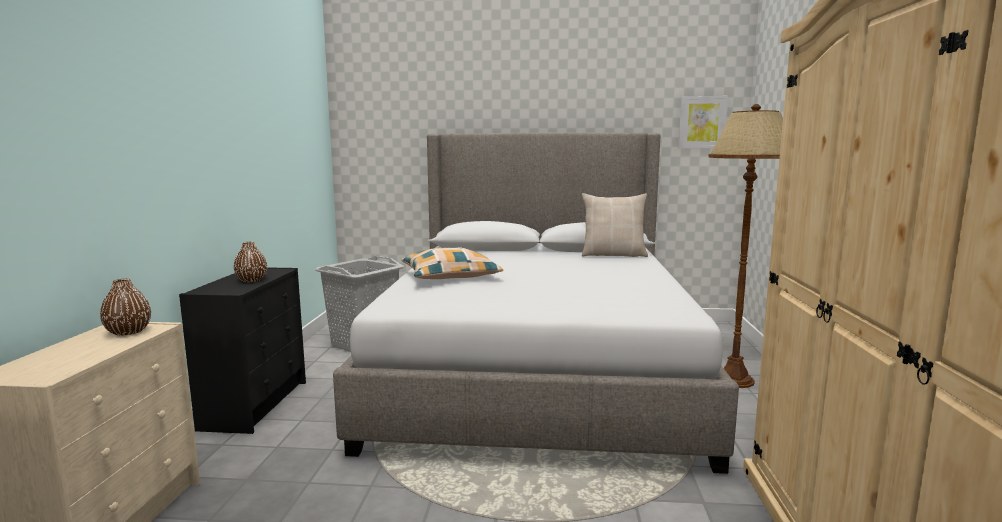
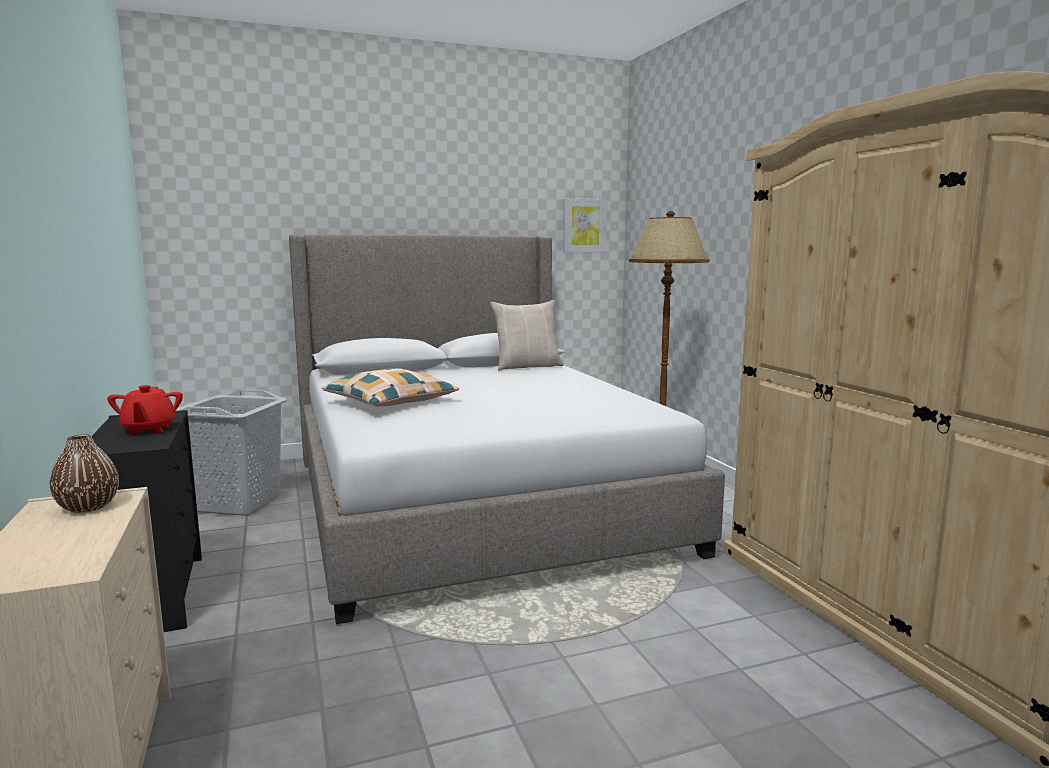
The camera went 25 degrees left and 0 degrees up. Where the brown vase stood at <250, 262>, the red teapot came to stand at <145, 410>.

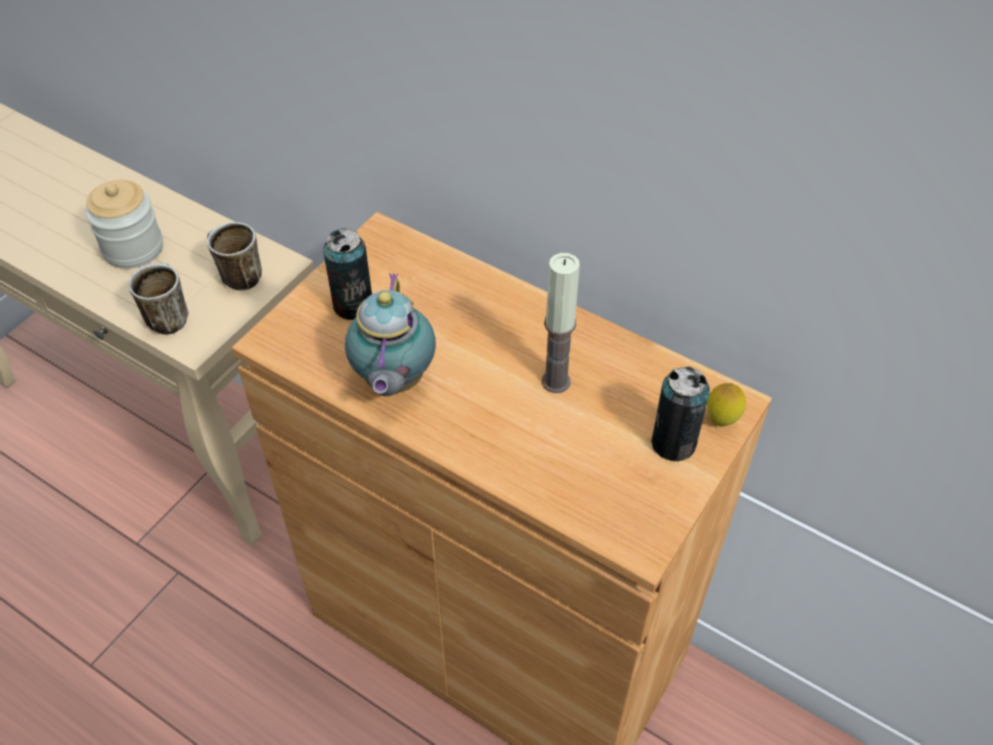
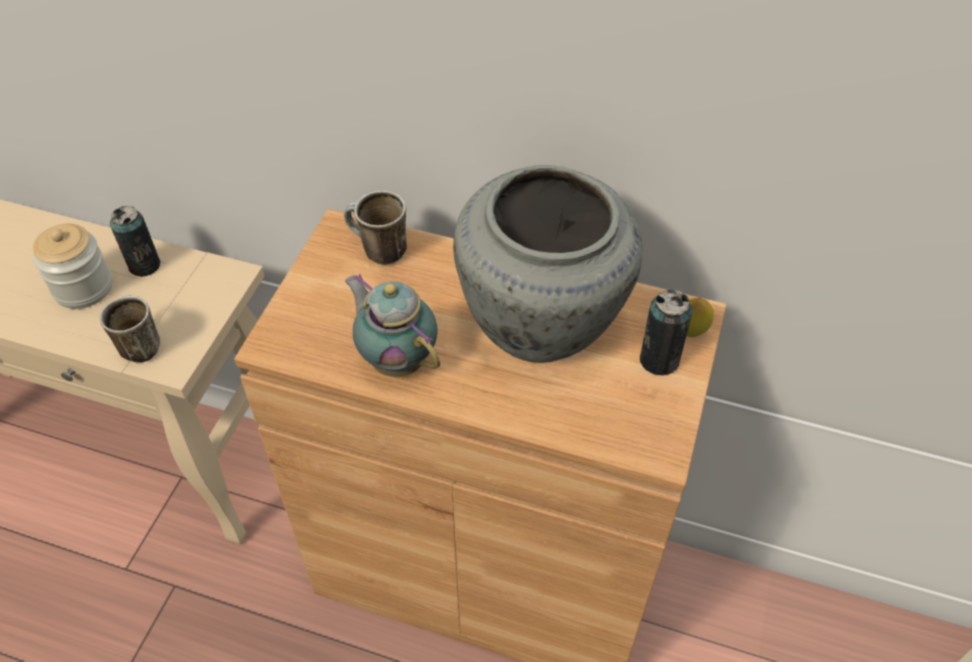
The camera went 15 degrees left and 0 degrees up. The can ended up elsewhere, having gone from <347, 274> to <135, 241>. The mug ended up elsewhere, having gone from <234, 256> to <375, 227>. The teapot at <390, 334> ended up facing another way, 150 degrees clockwise from before. Where the candle stood at <561, 323>, the grey vase came to stand at <548, 264>.

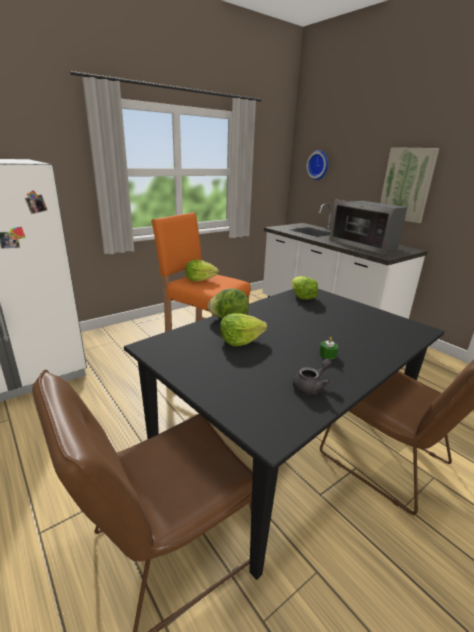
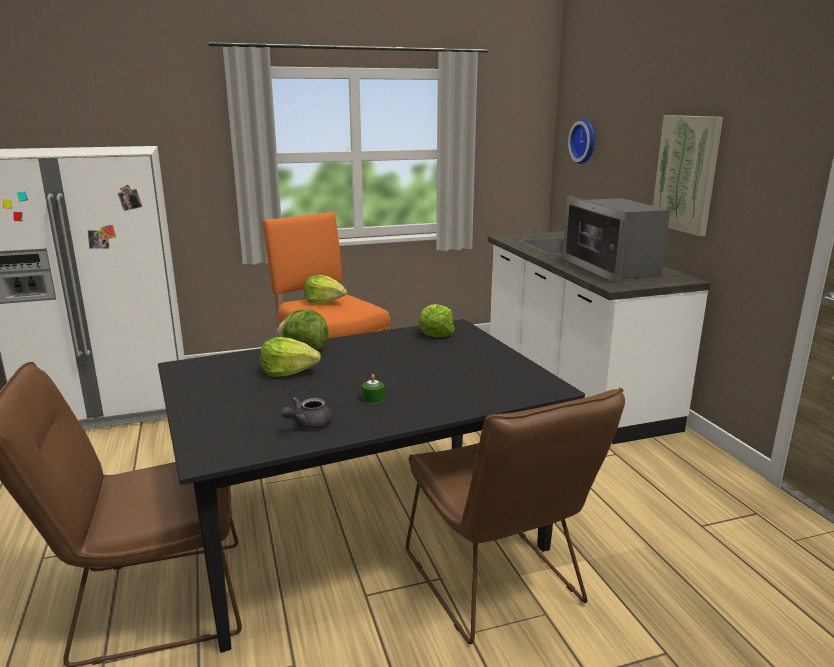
The camera went 20 degrees right and 5 degrees down. The grey teapot at <312, 377> ended up facing another way, 150 degrees clockwise from before.

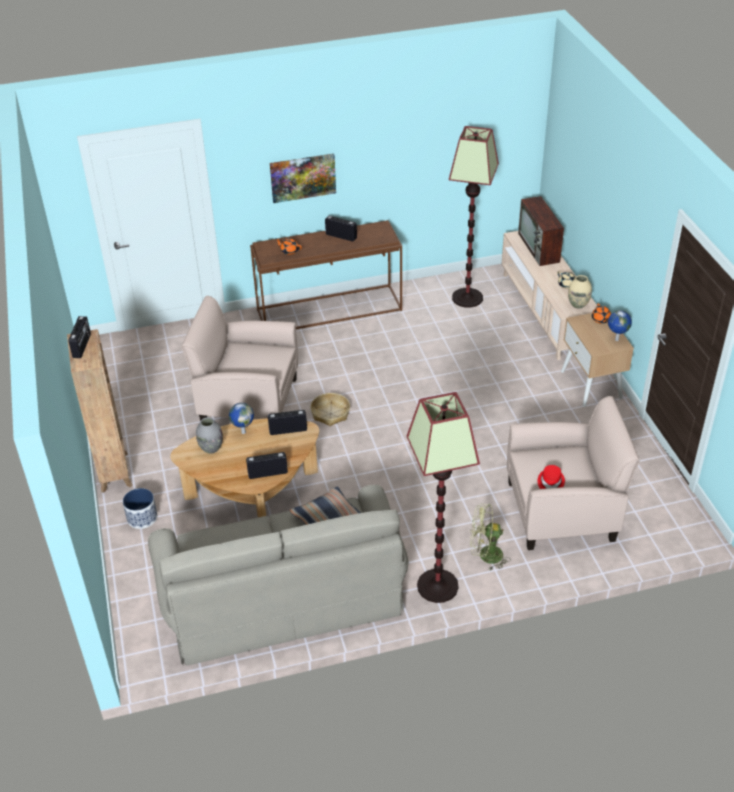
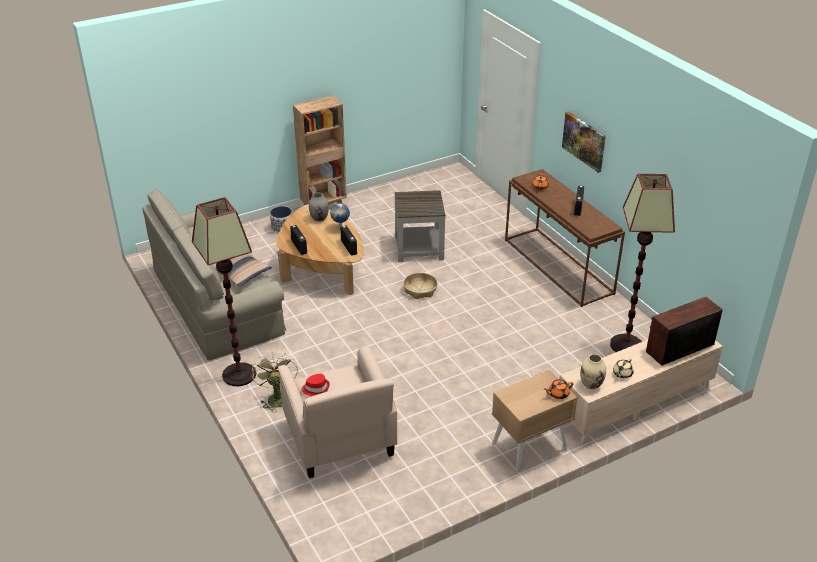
The camera went 75 degrees right and 5 degrees down. Where the beige armchair stood at <239, 358>, the grey side table came to stand at <420, 226>. The second view lost the radio at <80, 337>. The second view lost the globe at <620, 325>.

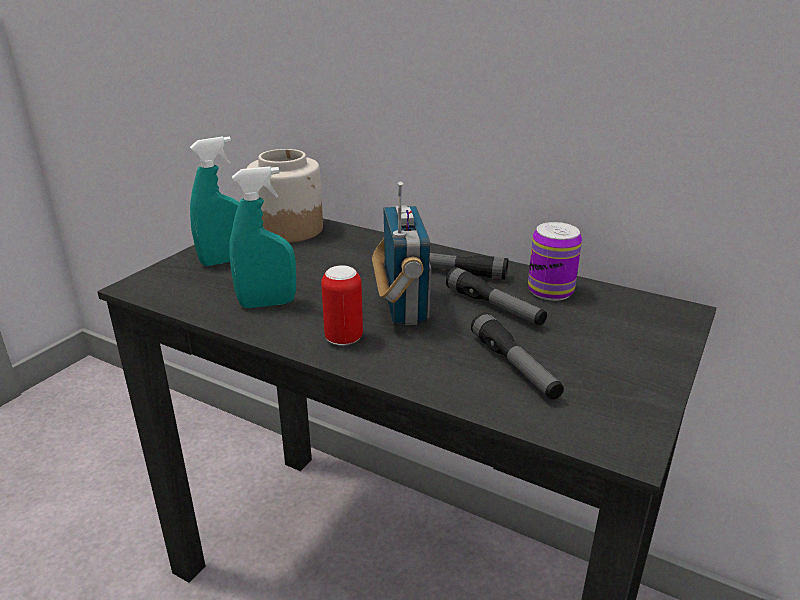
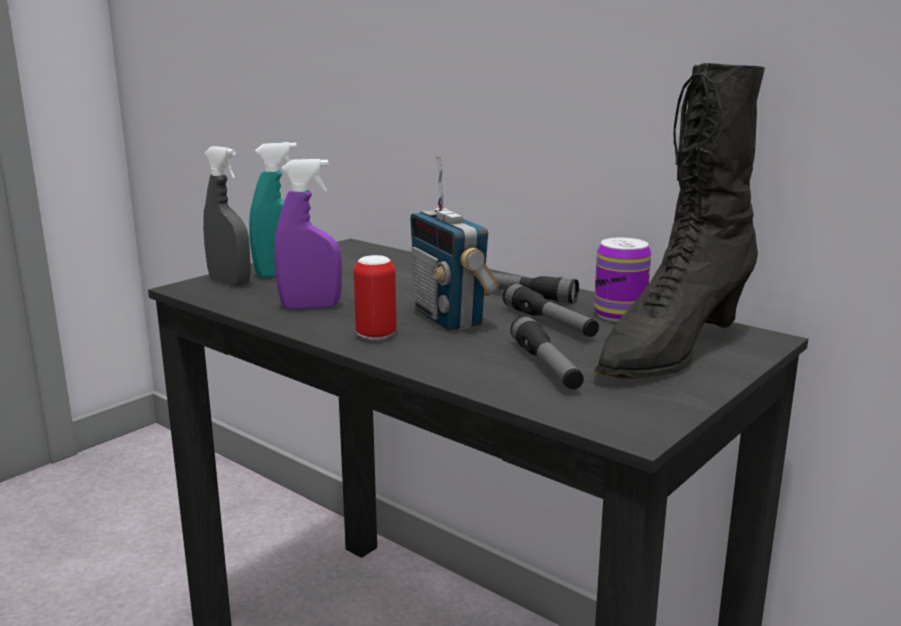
The camera went 10 degrees right and 10 degrees down. The second view gained the grey spray bottle at <227, 216>. What was the turquoise spray bottle at <262, 237> turned into the purple spray bottle at <308, 234>. The radio at <401, 253> ended up facing another way, 150 degrees clockwise from before. The second view gained the black boot at <679, 221>. The second view lost the jar at <285, 196>.

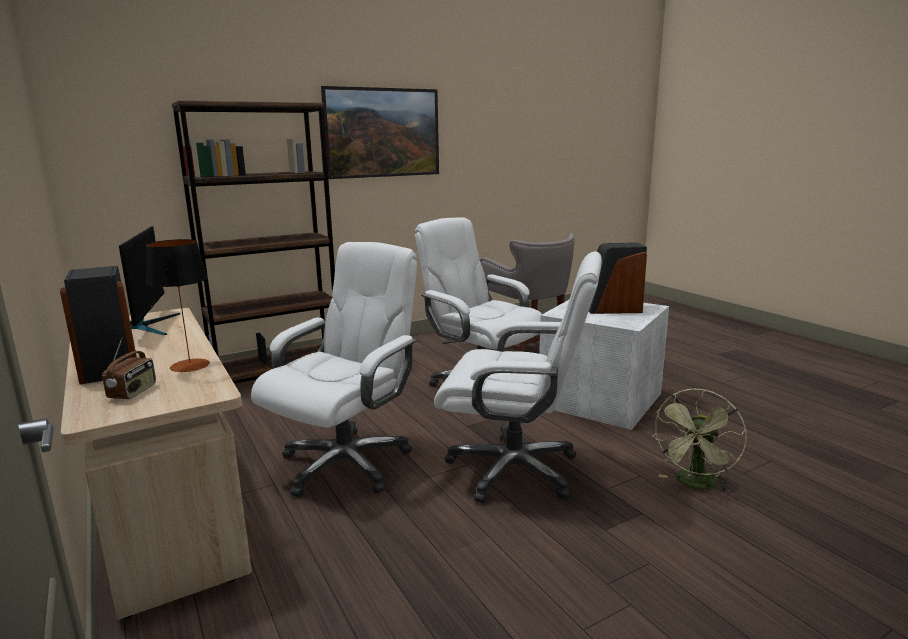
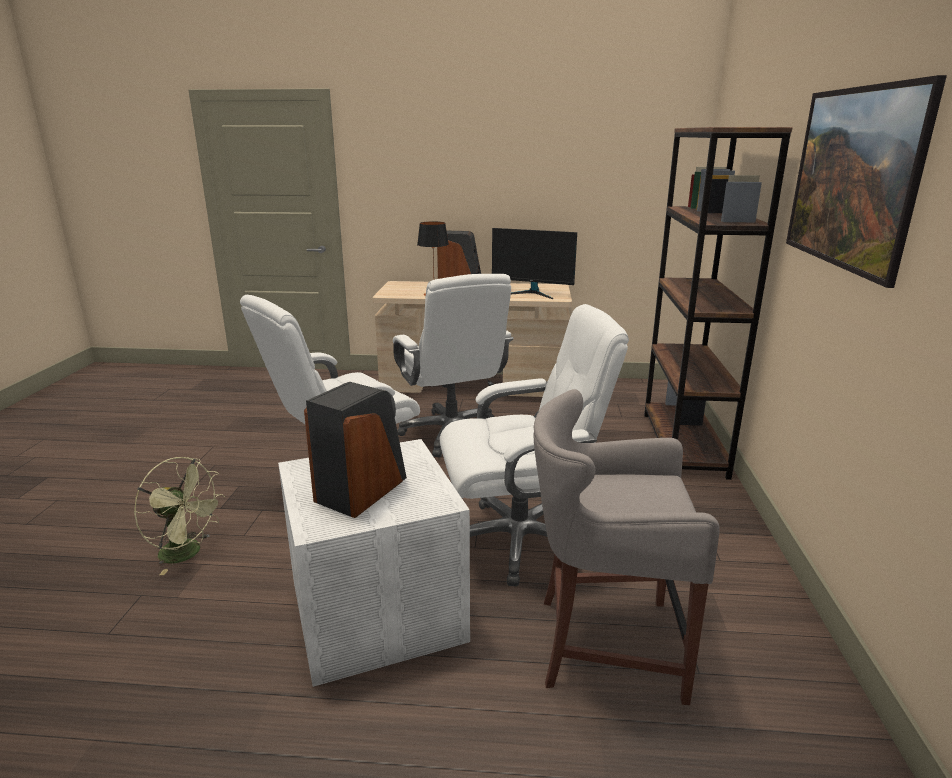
The camera went 125 degrees right and 5 degrees up. The green fan at <699, 441> ended up facing another way, 135 degrees clockwise from before. The second view lost the radio at <129, 369>.

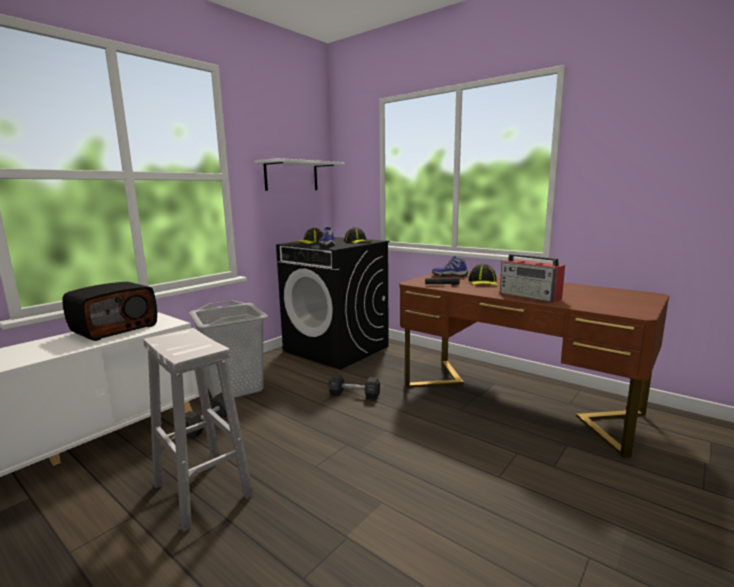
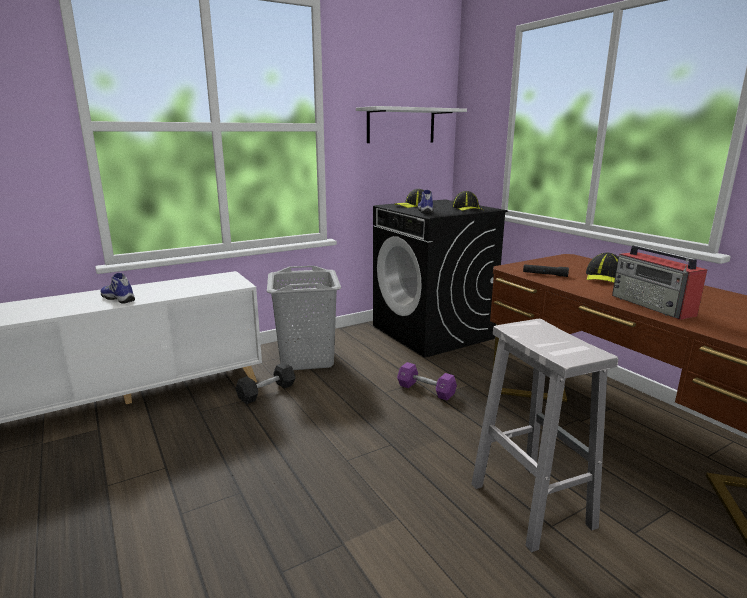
The camera went 20 degrees right and 5 degrees up. The shoe ended up elsewhere, having gone from <450, 266> to <117, 288>. What was the black dumbbell at <354, 387> turned into the purple dumbbell at <427, 381>. The white stool ended up elsewhere, having gone from <198, 430> to <544, 436>. The second view lost the radio at <109, 311>.

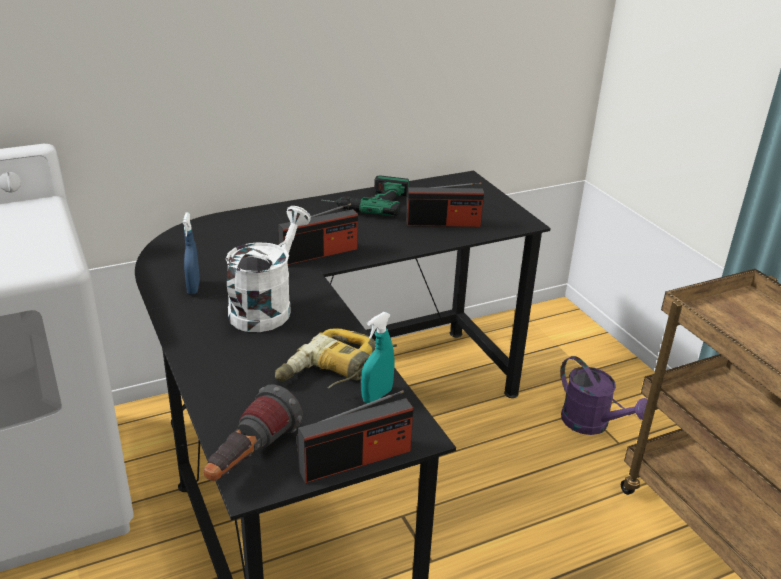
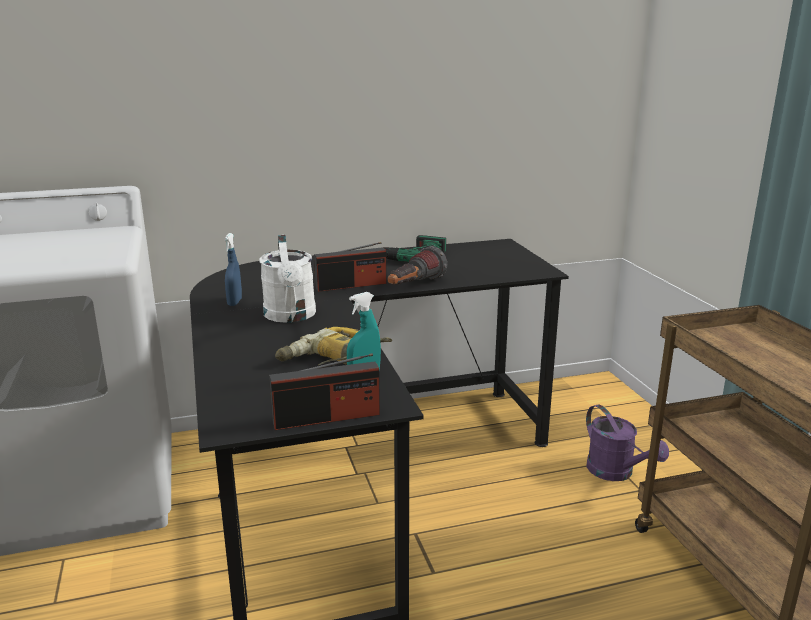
The camera went 10 degrees right and 10 degrees down. The white watering can at <268, 269> ended up facing another way, 135 degrees clockwise from before. The flashlight ended up elsewhere, having gone from <253, 432> to <417, 265>. The second view lost the radio at <445, 204>.

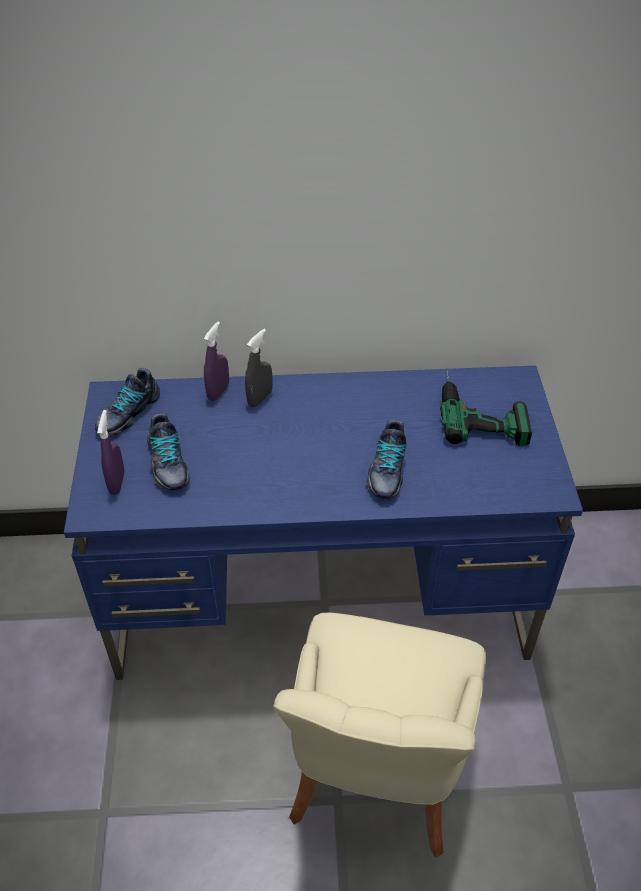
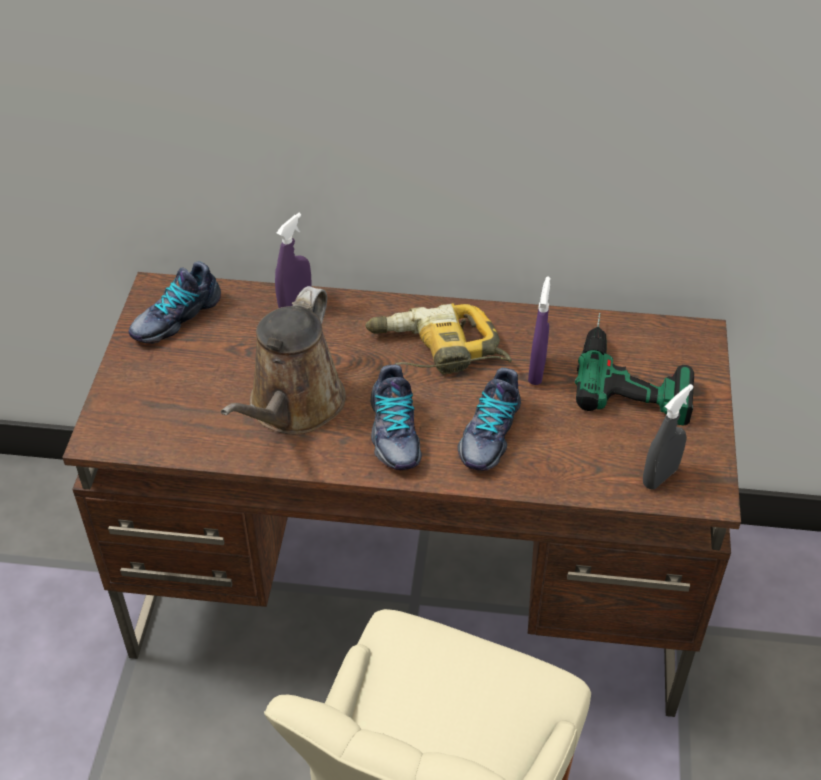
The camera went 10 degrees right and 0 degrees up. What was the blue desk at <323, 523> turned into the brown desk at <401, 494>. The second view gained the brown watering can at <283, 360>. The second view gained the power drill at <438, 338>. The shoe ended up elsewhere, having gone from <168, 451> to <396, 417>. The purple spray bottle ended up elsewhere, having gone from <111, 452> to <539, 331>. The grey spray bottle ended up elsewhere, having gone from <258, 368> to <668, 436>.

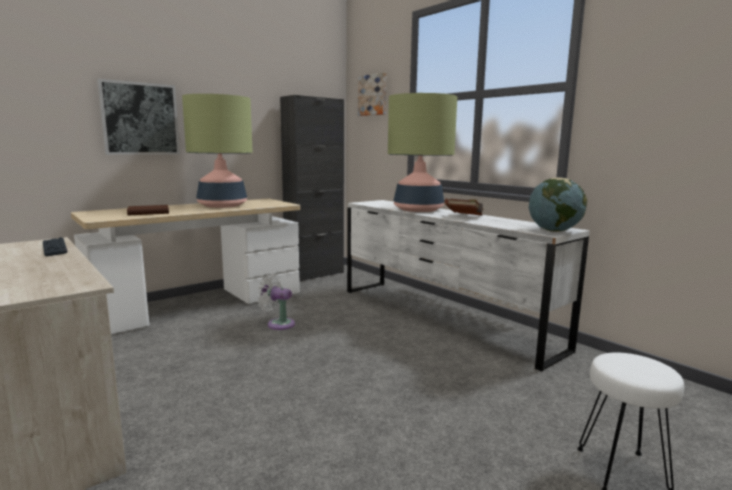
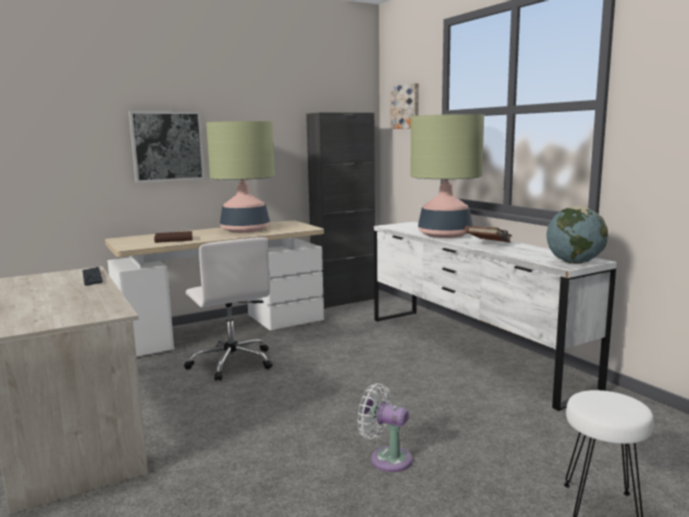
The camera went 10 degrees right and 0 degrees up. The second view gained the white office chair at <228, 309>. The white fan ended up elsewhere, having gone from <276, 302> to <385, 427>.

